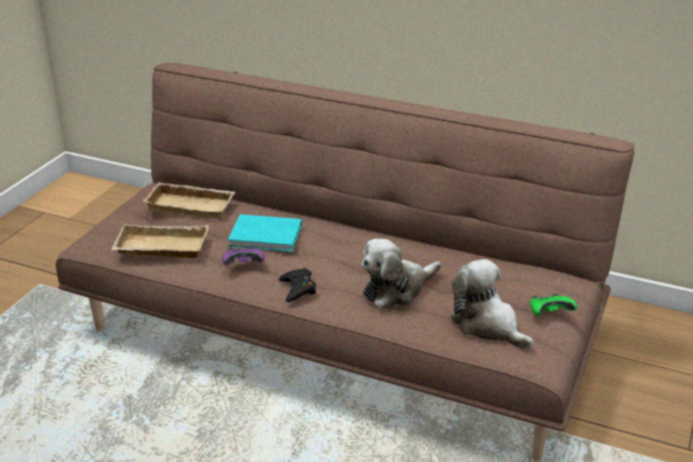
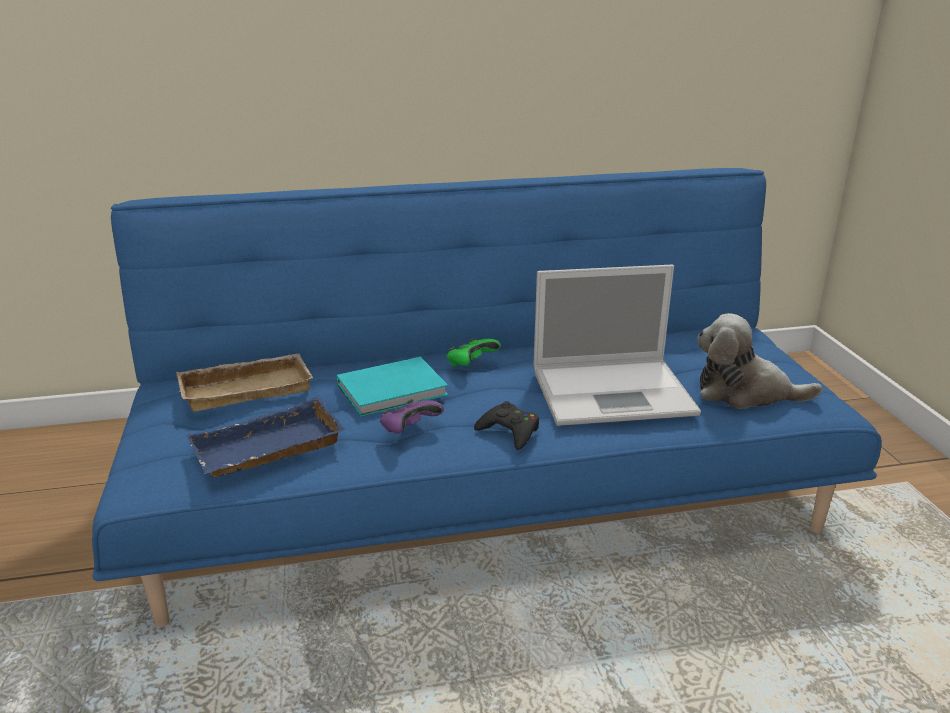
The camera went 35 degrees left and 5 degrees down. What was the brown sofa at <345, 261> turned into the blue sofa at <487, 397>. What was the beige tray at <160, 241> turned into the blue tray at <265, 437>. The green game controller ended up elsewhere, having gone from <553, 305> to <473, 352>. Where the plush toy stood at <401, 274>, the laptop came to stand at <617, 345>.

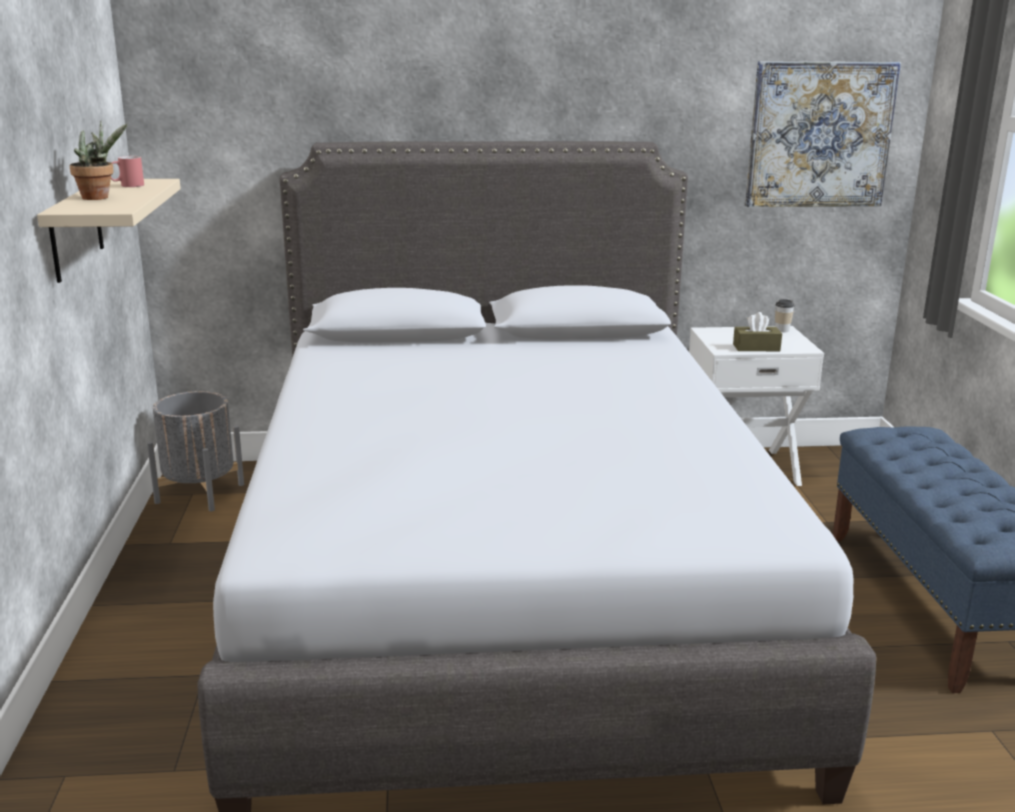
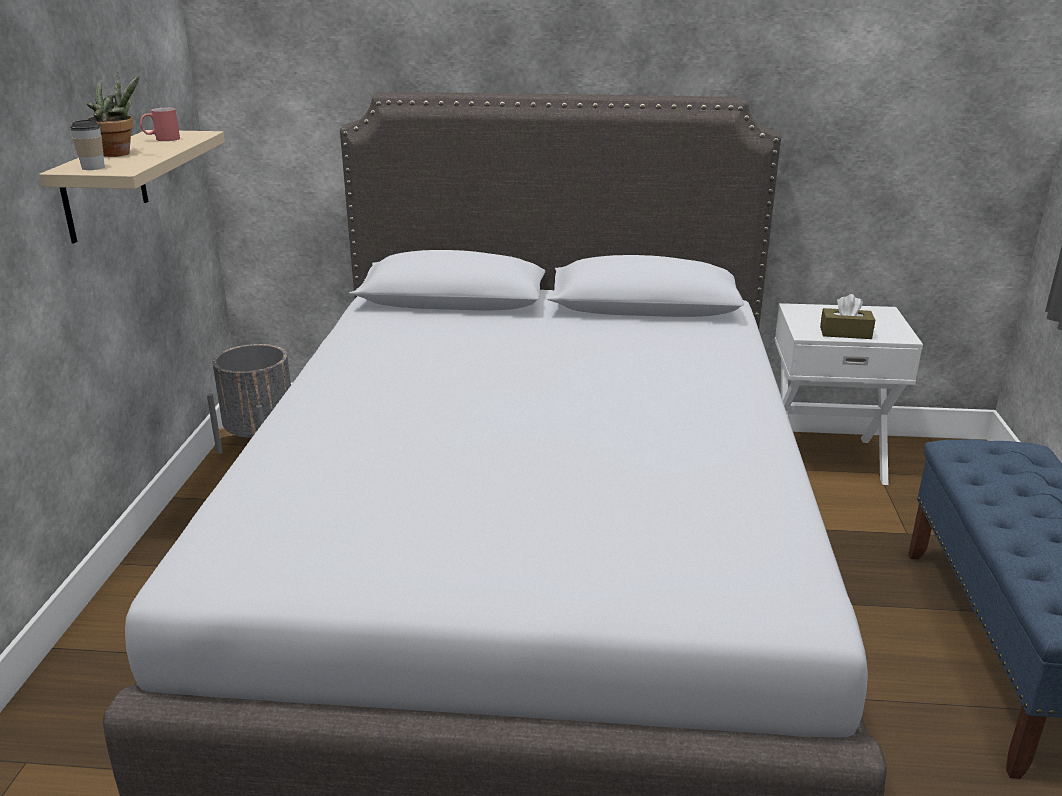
The camera went 10 degrees right and 5 degrees up. The cup ended up elsewhere, having gone from <784, 315> to <87, 145>. The second view lost the picture at <823, 134>.

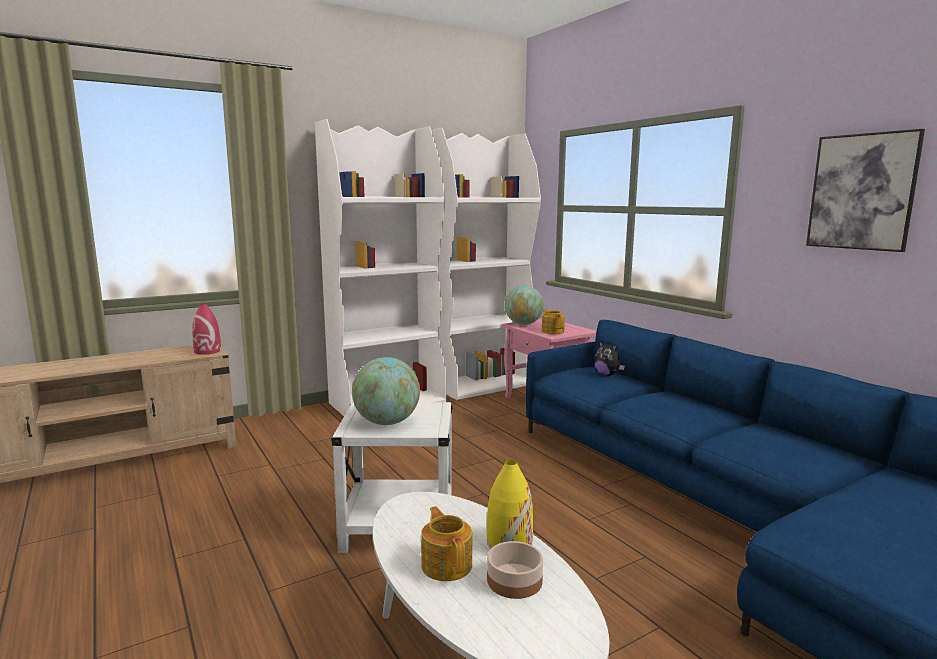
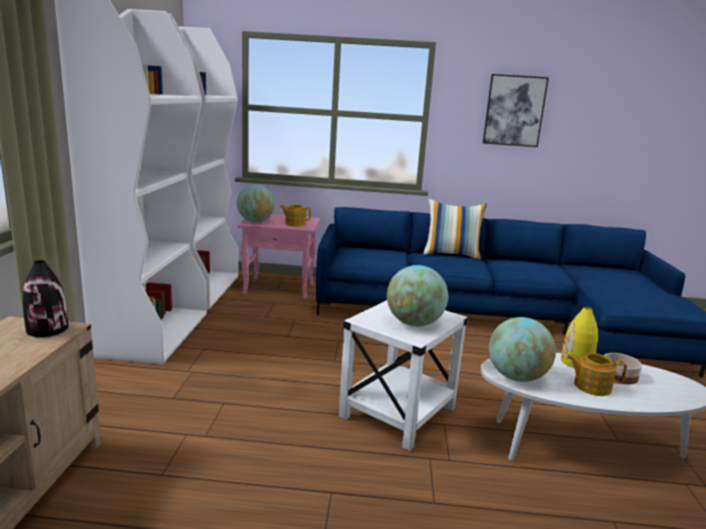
The camera went 55 degrees left and 5 degrees up. What was the red vase at <206, 329> turned into the black vase at <45, 298>. The second view gained the pillow at <455, 229>. The second view gained the globe at <522, 349>. The second view lost the plush toy at <609, 358>.

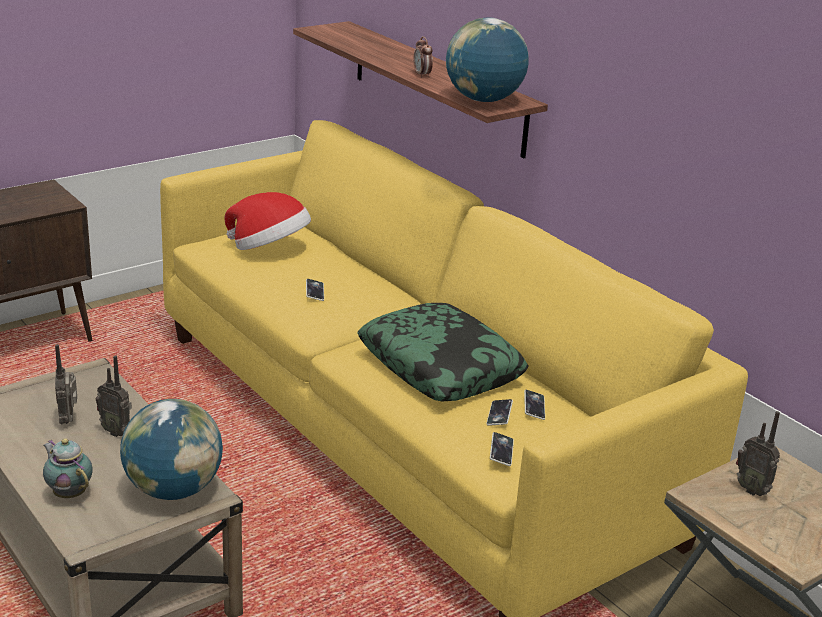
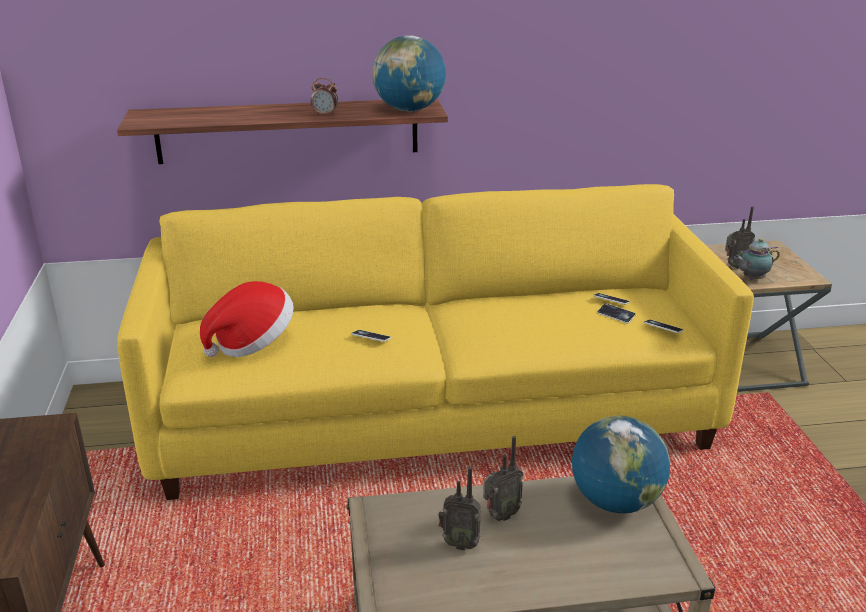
The camera went 60 degrees left and 0 degrees up. The teapot ended up elsewhere, having gone from <68, 468> to <757, 259>. The second view lost the pillow at <443, 352>.

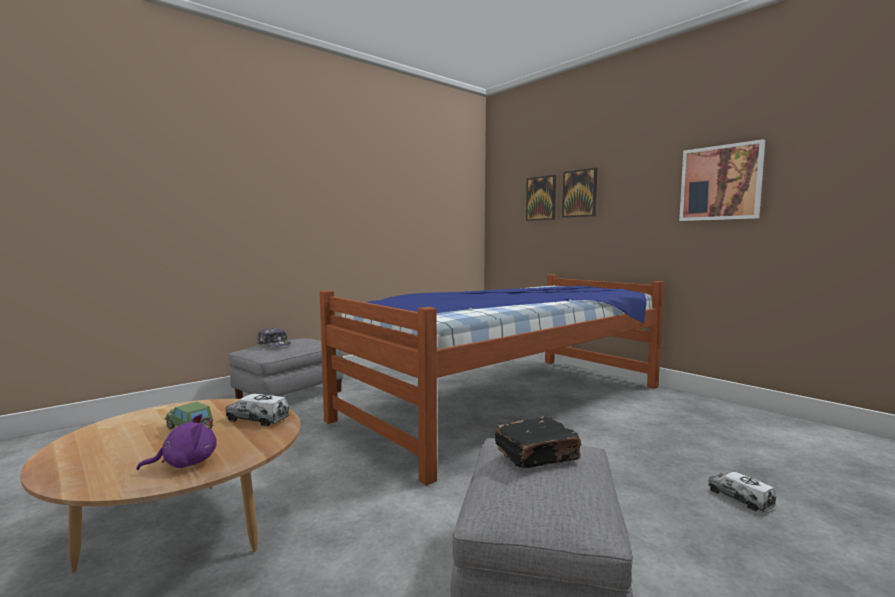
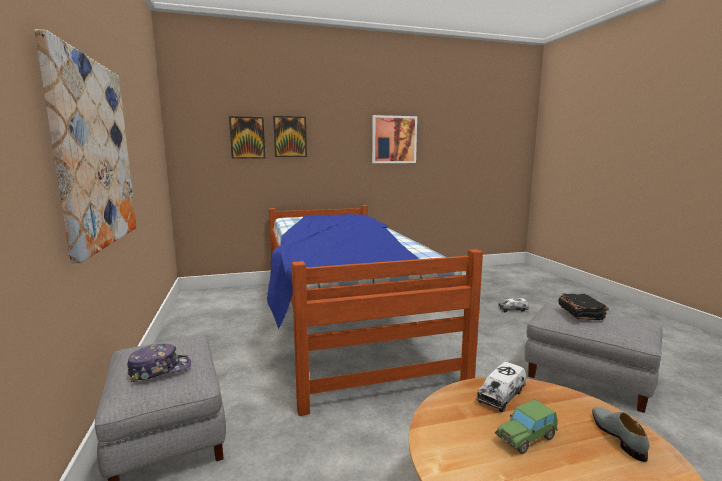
The camera went 65 degrees left and 5 degrees up. The second view gained the picture at <85, 146>. Where the purple plush toy stood at <177, 442>, the grey shoe came to stand at <621, 434>.

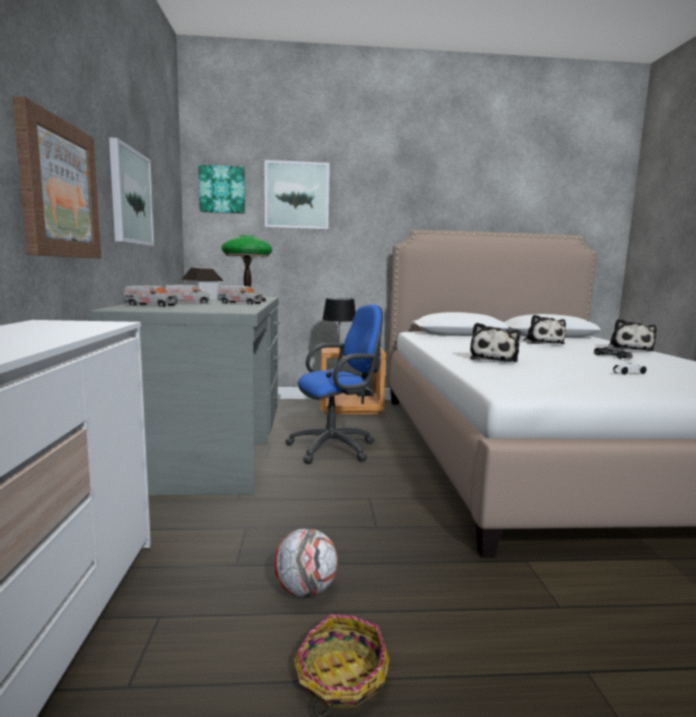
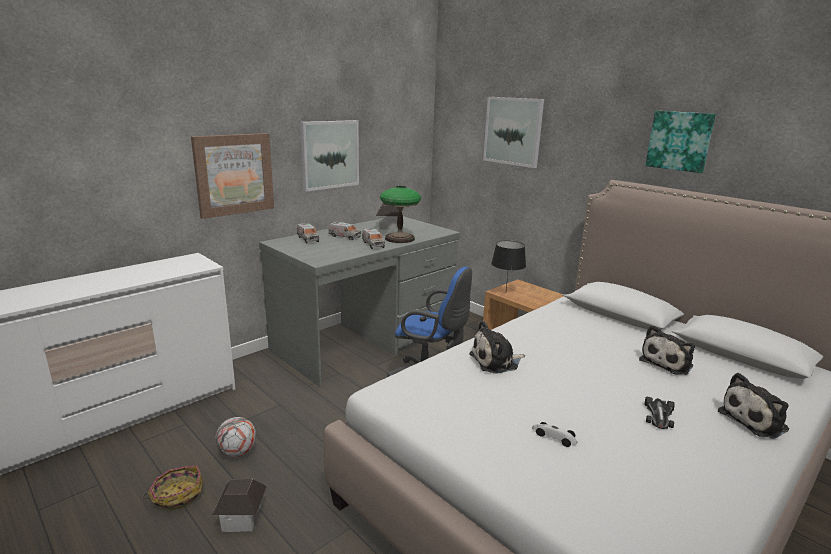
The camera went 50 degrees right and 10 degrees up. The second view gained the toy house at <239, 505>. The picture ended up elsewhere, having gone from <221, 189> to <680, 142>.

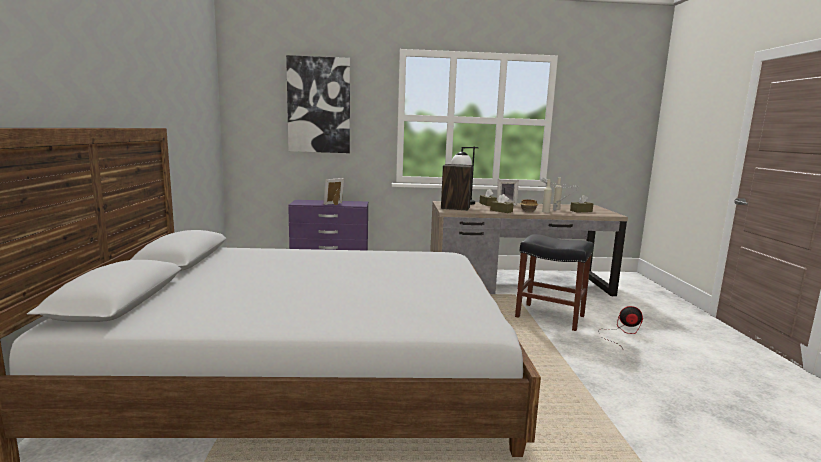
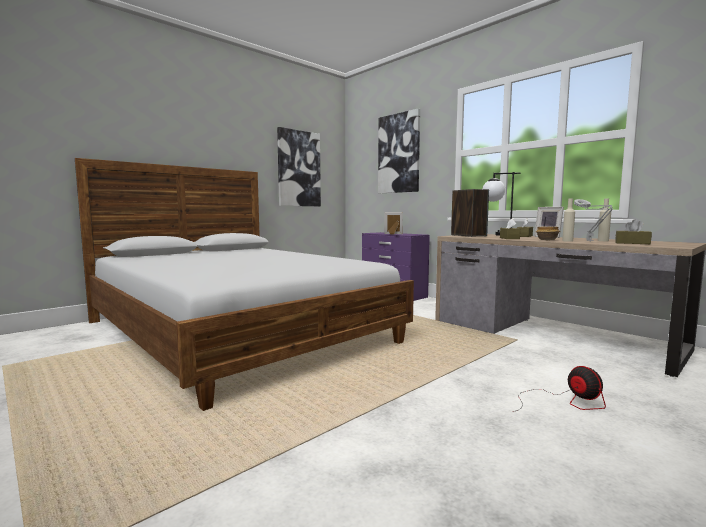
The camera went 50 degrees right and 5 degrees down. The second view gained the picture at <299, 166>. The second view lost the black stool at <554, 282>.

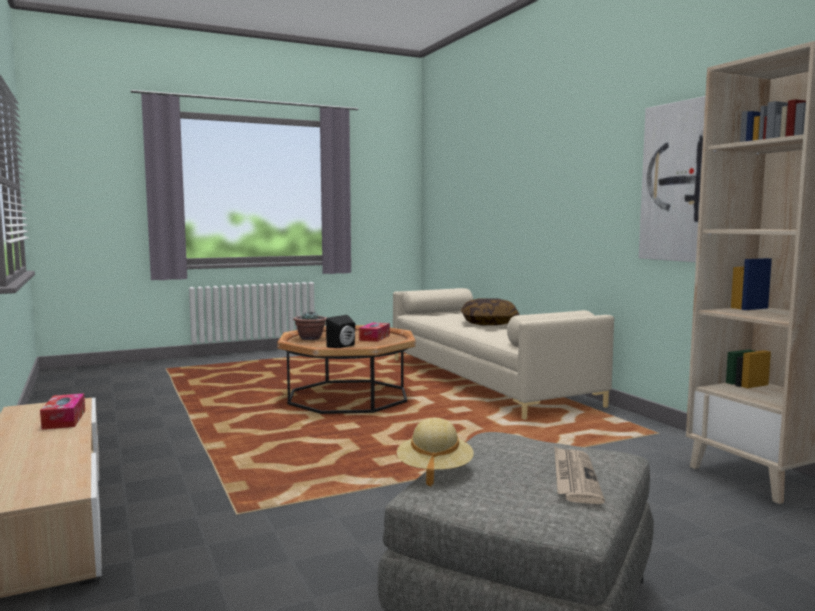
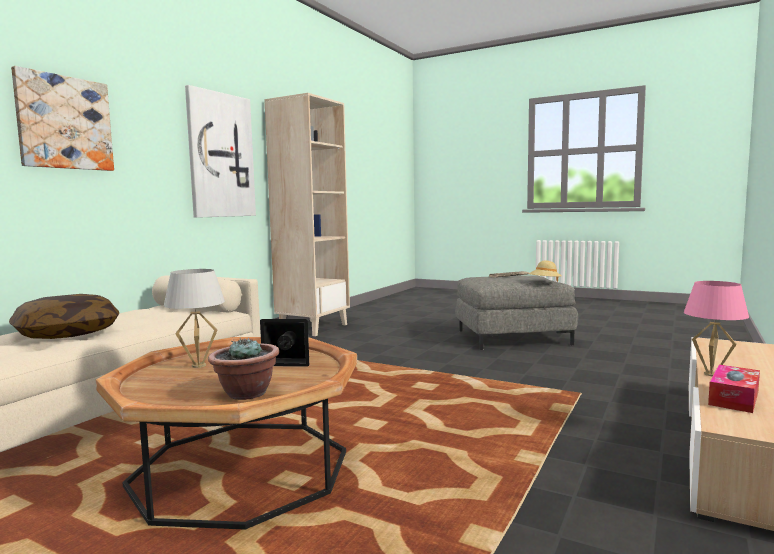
The camera went 125 degrees left and 0 degrees up. The second view gained the picture at <62, 118>. Where the tissue box stood at <374, 332>, the white table lamp came to stand at <194, 318>. The second view gained the pink table lamp at <716, 328>.

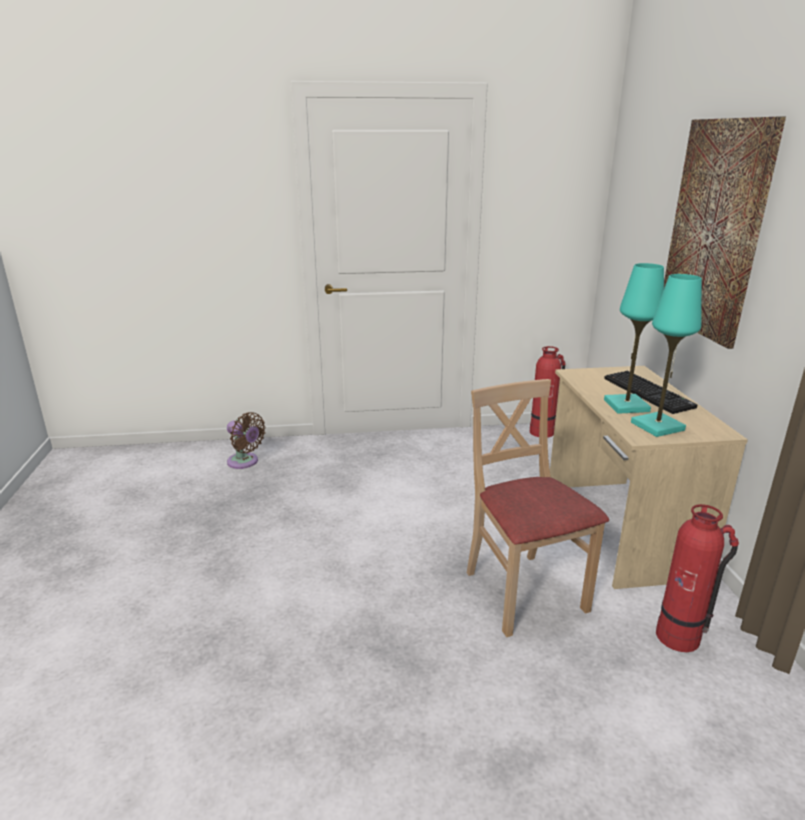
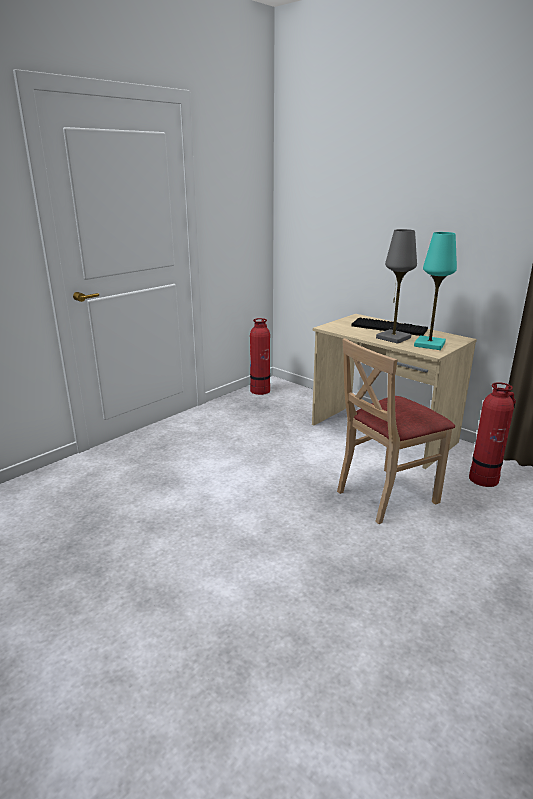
The camera went 40 degrees left and 0 degrees up. The beige chair at <538, 508> ended up facing another way, 60 degrees counterclockwise from before. What was the turquoise table lamp at <634, 338> turned into the grey table lamp at <396, 286>. The second view lost the brown fan at <246, 440>. The second view lost the picture at <725, 232>.

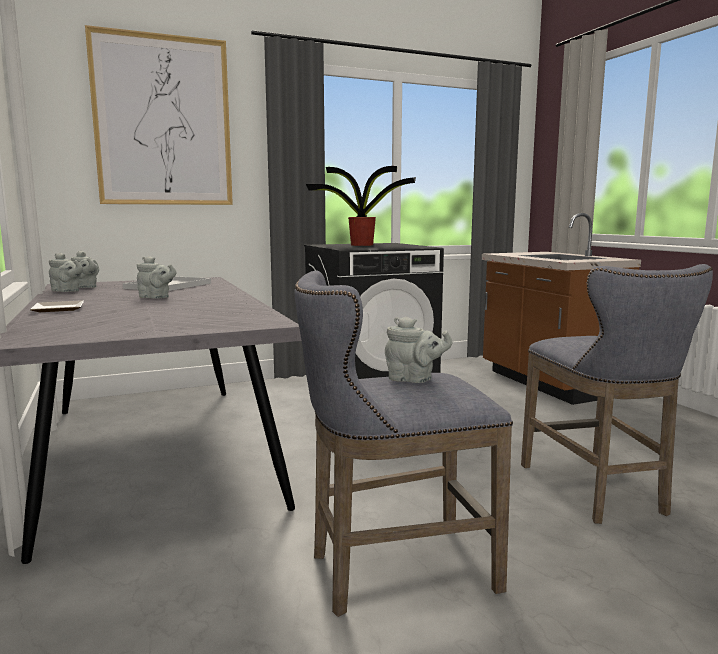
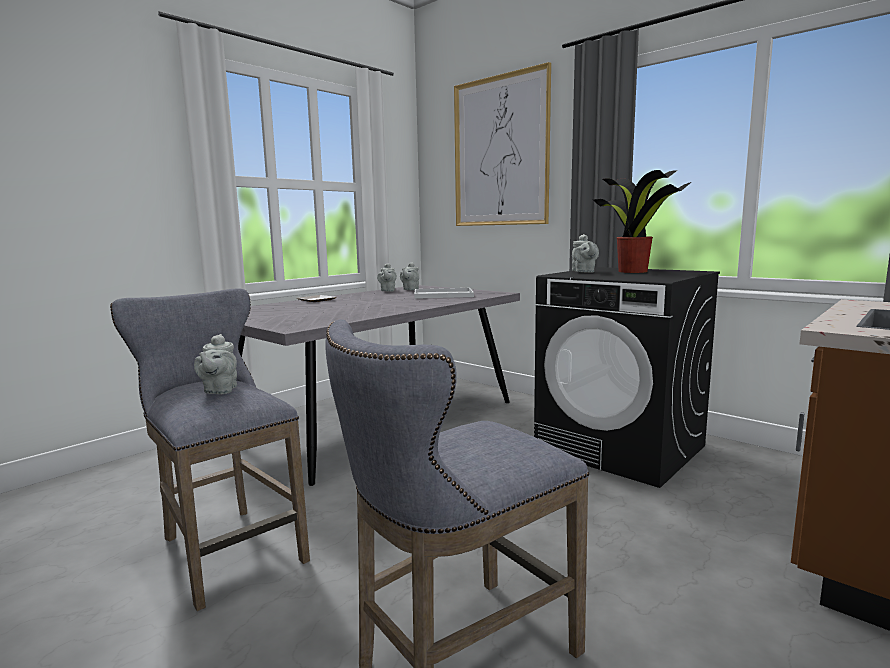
The camera went 65 degrees right and 0 degrees up. The grey teapot ended up elsewhere, having gone from <157, 277> to <585, 253>.

